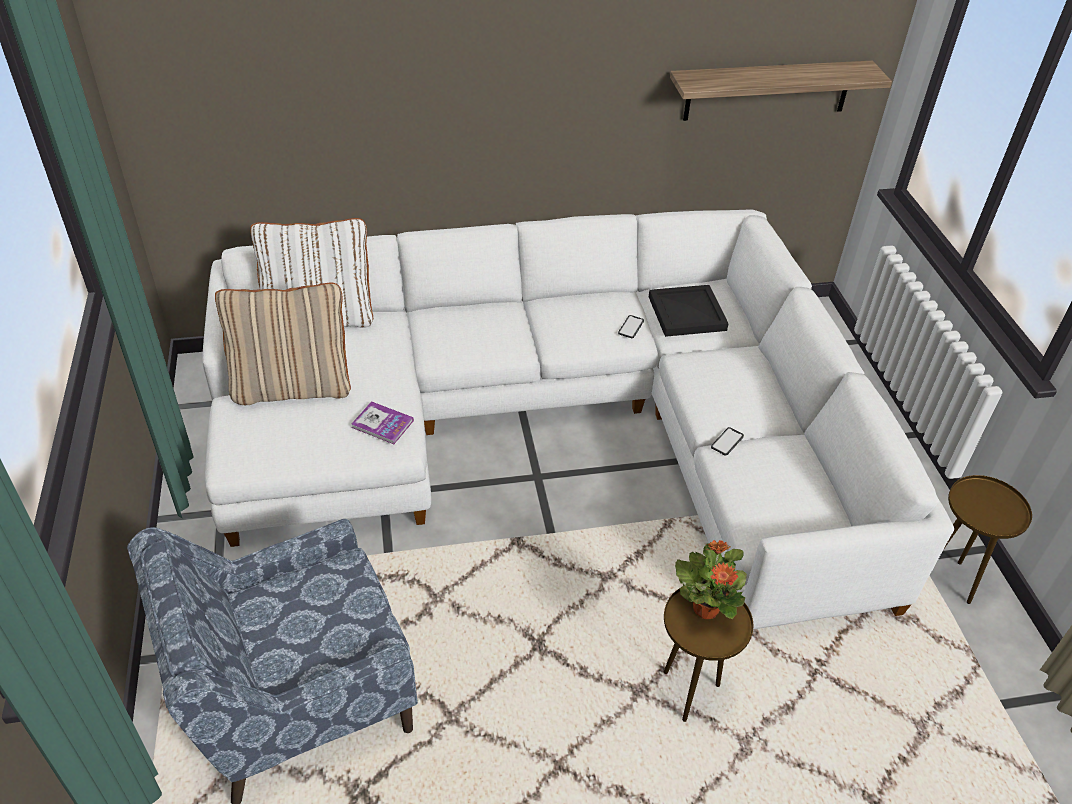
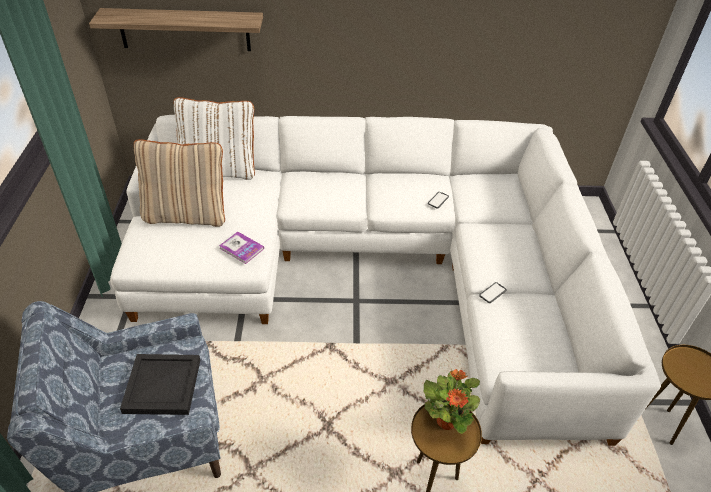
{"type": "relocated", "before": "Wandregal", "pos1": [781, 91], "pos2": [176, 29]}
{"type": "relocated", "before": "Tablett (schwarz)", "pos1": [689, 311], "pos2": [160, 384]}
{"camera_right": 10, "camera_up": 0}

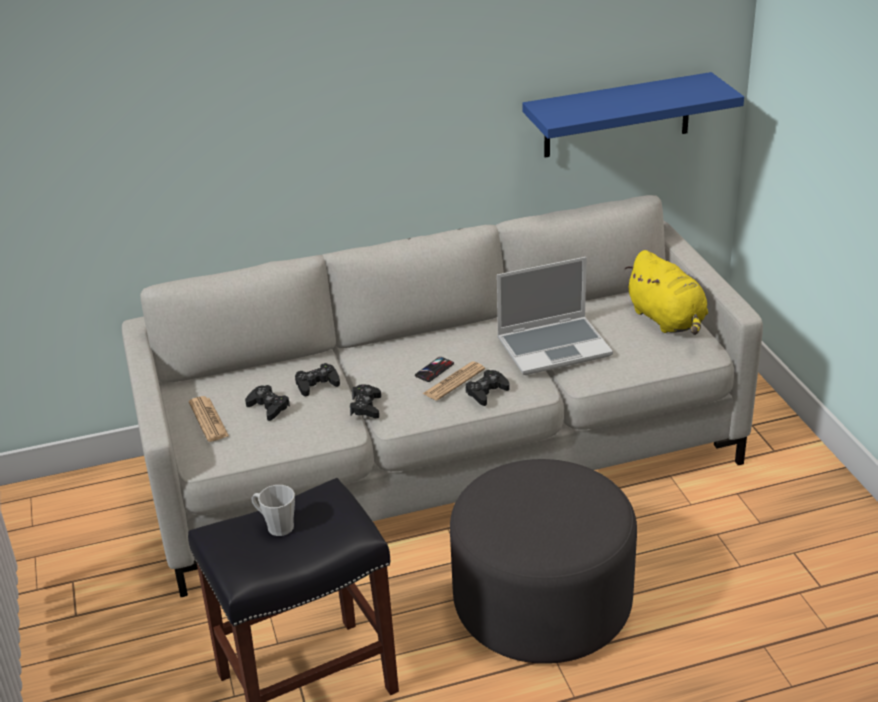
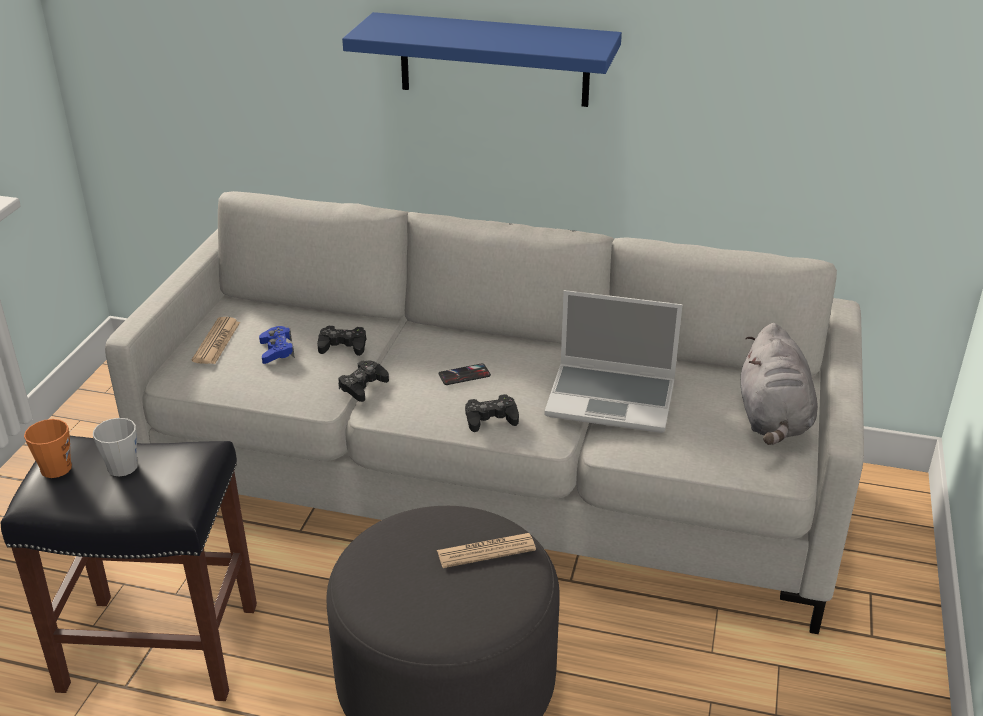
{"type": "appeared", "after": "Henkelbecher (orange)", "pos2": [48, 448]}
{"type": "colour", "before": "Gamepad (schwarz)", "after": "Gamepad (blau)", "pos1": [267, 403], "pos2": [277, 345]}
{"type": "relocated", "before": "Wandregal (blau)", "pos1": [633, 115], "pos2": [482, 59]}
{"type": "relocated", "before": "Zeitung", "pos1": [453, 381], "pos2": [486, 550]}
{"type": "colour", "before": "Plüschtier (gelb)", "after": "Plüschtier (grau)", "pos1": [666, 292], "pos2": [779, 384]}
{"camera_right": 30, "camera_up": 0}

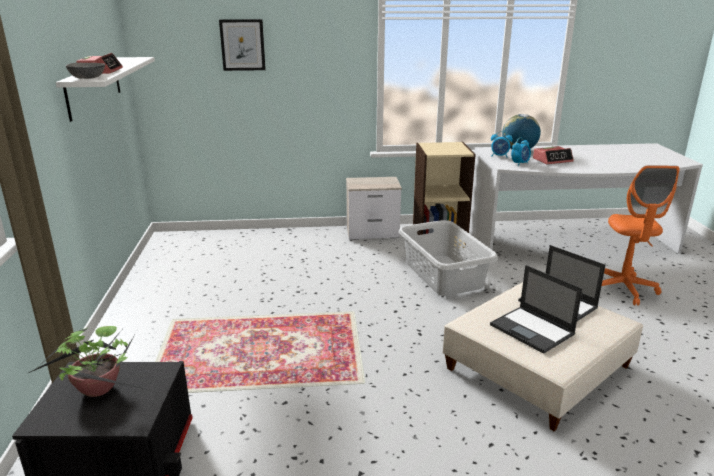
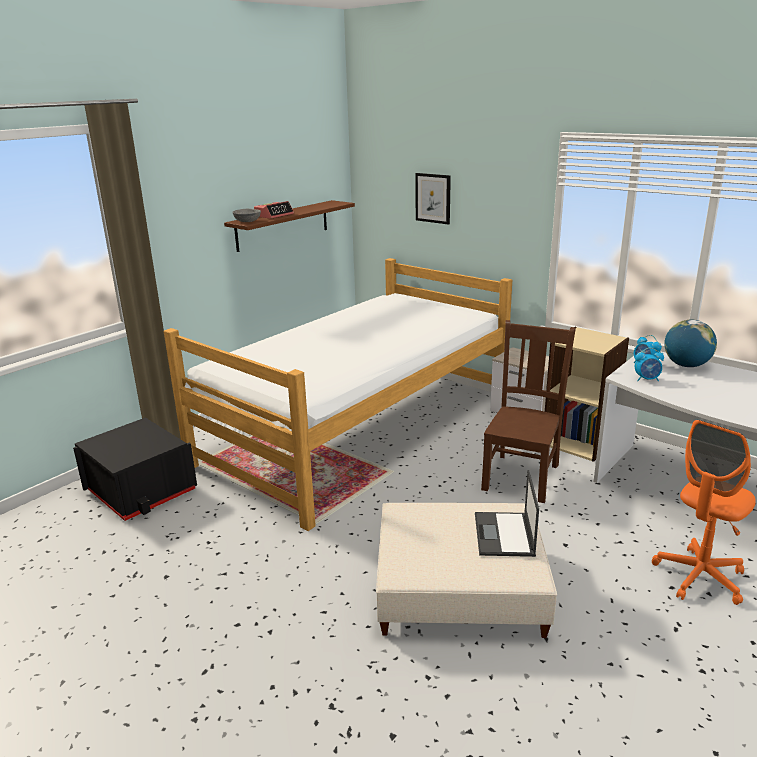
{"type": "appeared", "after": "Bett", "pos2": [338, 394]}
{"type": "colour", "before": "Wandregal (weiß)", "after": "Wandregal (braun)", "pos1": [105, 89], "pos2": [289, 226]}
{"type": "exchanged", "before": "Wäschekorb (grau)", "after": "Stuhl (braun)", "pos1": [448, 258], "pos2": [528, 411]}
{"type": "missing", "before": "Topfpflanze", "pos1": [89, 361]}
{"type": "missing", "before": "Laptop", "pos1": [536, 309]}
{"type": "missing", "before": "Wecker", "pos1": [553, 155]}
{"camera_right": 45, "camera_up": 0}

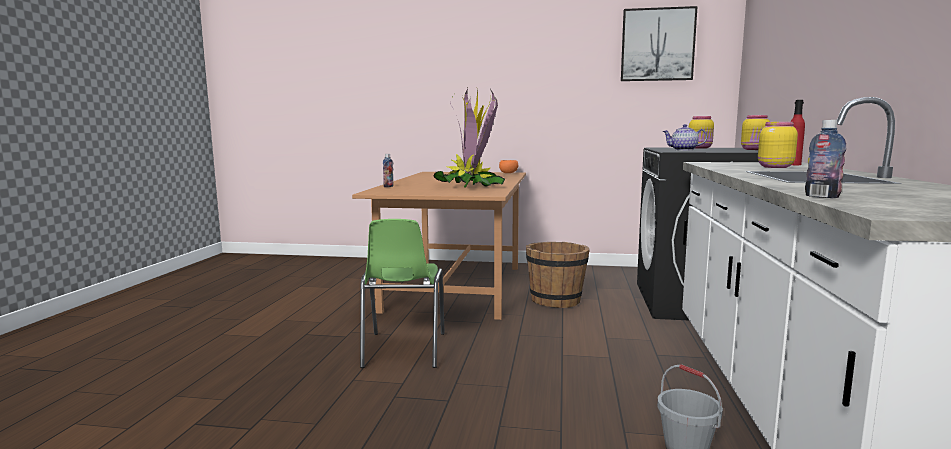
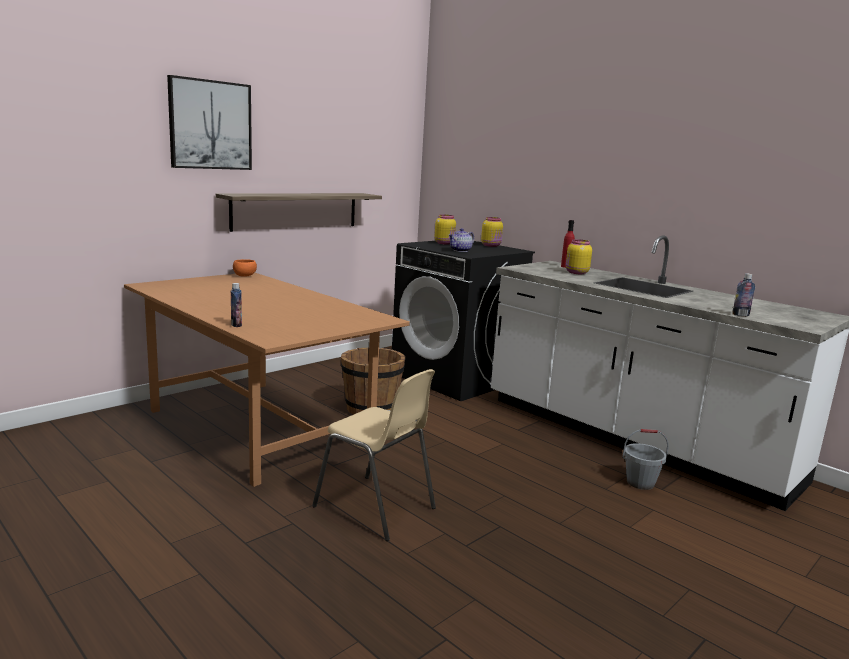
{"type": "relocated", "before": "Bild", "pos1": [659, 43], "pos2": [209, 122]}
{"type": "appeared", "after": "Wandregal", "pos2": [299, 212]}
{"type": "colour", "before": "Stuhl (grün)", "after": "Stuhl (beige)", "pos1": [402, 293], "pos2": [374, 455]}
{"type": "missing", "before": "Topfpflanze", "pos1": [469, 138]}
{"camera_right": -55, "camera_up": 5}

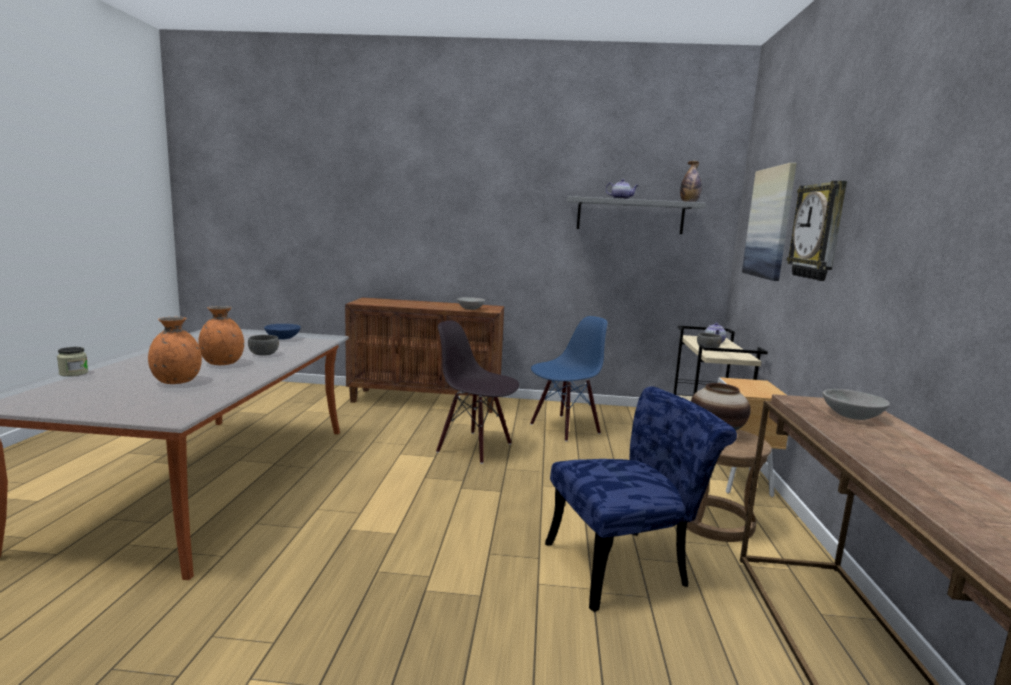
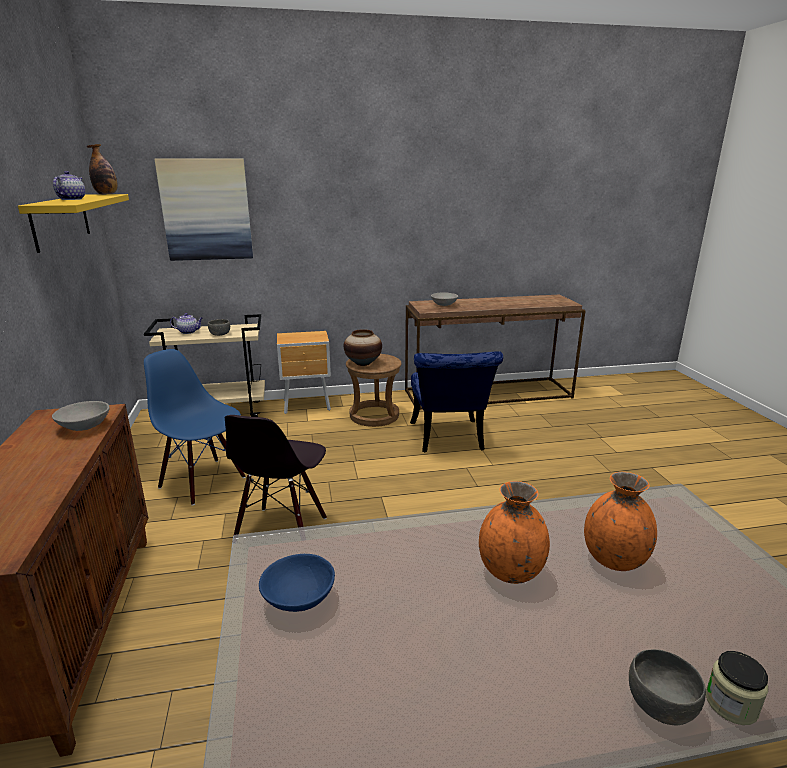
{"type": "colour", "before": "Wandregal (grau)", "after": "Wandregal (gelb)", "pos1": [636, 215], "pos2": [73, 223]}
{"type": "spun", "before": "Stuhl (blau)", "pos1": [641, 499], "pos2": [456, 401], "turn": -150}
{"type": "relocated", "before": "Schüssel (grau)", "pos1": [263, 345], "pos2": [667, 687]}
{"type": "missing", "before": "Wanduhr", "pos1": [817, 231]}
{"camera_right": -105, "camera_up": 10}

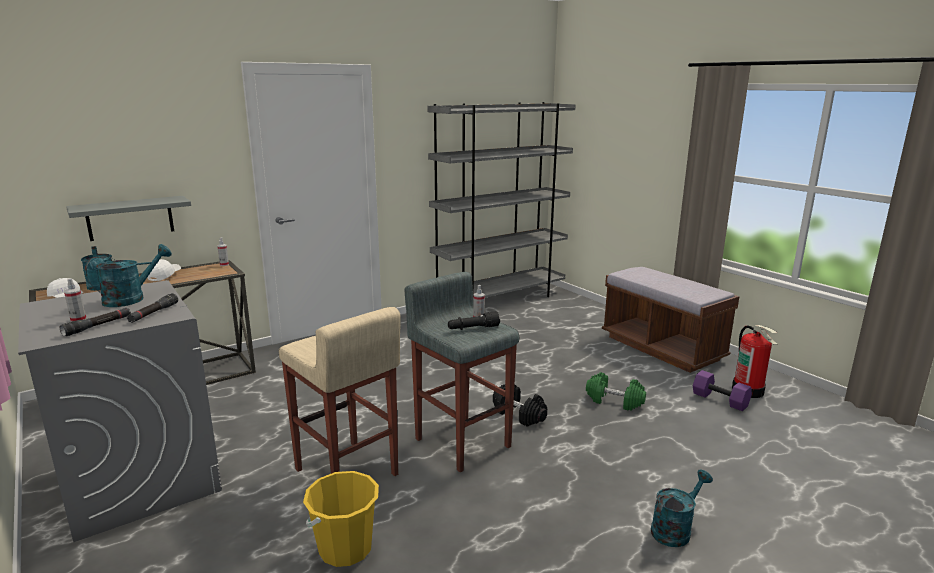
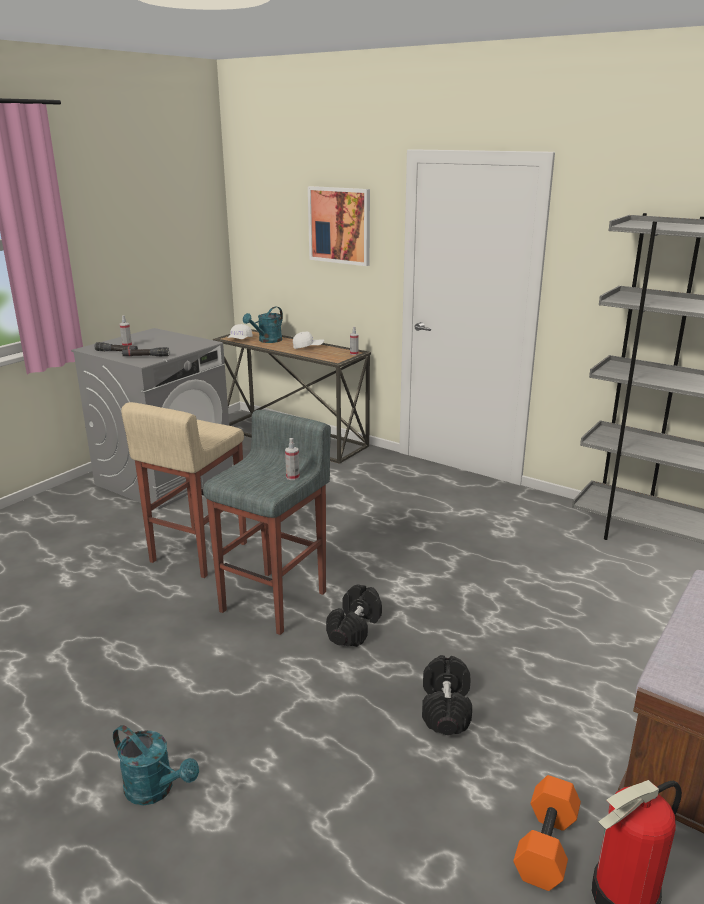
{"type": "appeared", "after": "Bild", "pos2": [339, 226]}
{"type": "colour", "before": "Hantel (grün)", "after": "Hantel (schwarz)", "pos1": [616, 391], "pos2": [447, 695]}
{"type": "colour", "before": "Hantel (lila)", "after": "Hantel (orange)", "pos1": [722, 390], "pos2": [547, 833]}
{"type": "missing", "before": "Wandregal (grau)", "pos1": [128, 218]}
{"type": "missing", "before": "Gießkanne (türkis)", "pos1": [128, 275]}
{"type": "missing", "before": "Eimer (gelb)", "pos1": [341, 519]}
{"type": "missing", "before": "Taschenlampe (schwarz)", "pos1": [474, 320]}
{"camera_right": 70, "camera_up": 5}

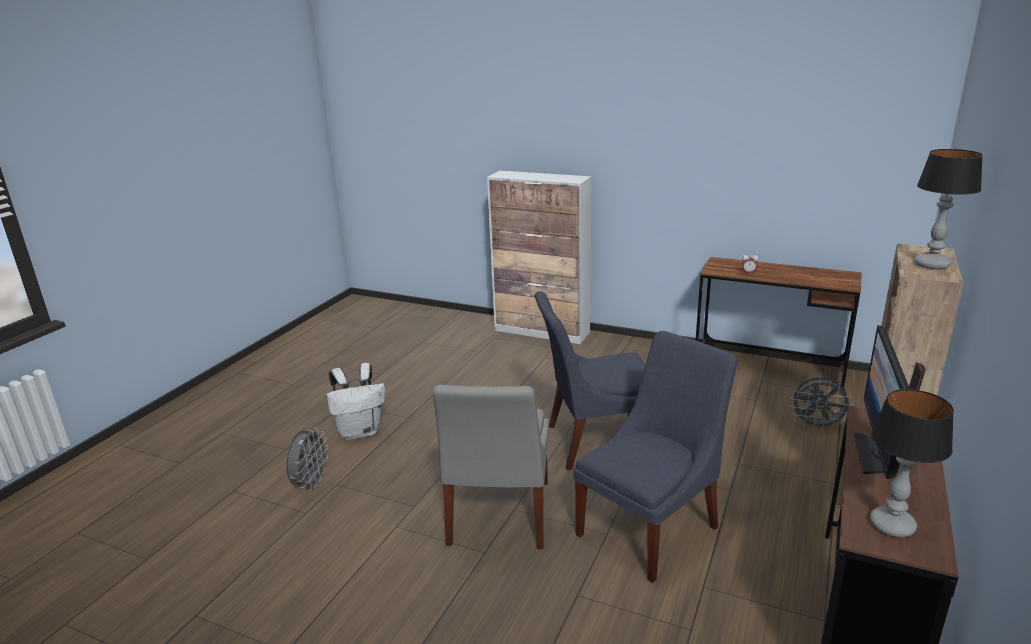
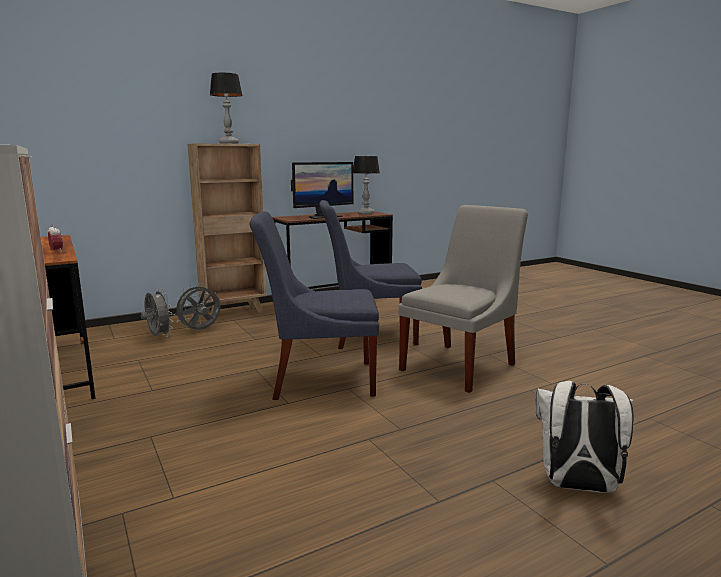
{"type": "relocated", "before": "Ventilator (grau)", "pos1": [307, 459], "pos2": [196, 306]}
{"type": "spun", "before": "Stuhl (blau)", "pos1": [590, 380], "pos2": [314, 305], "turn": 150}
{"camera_right": -145, "camera_up": -10}

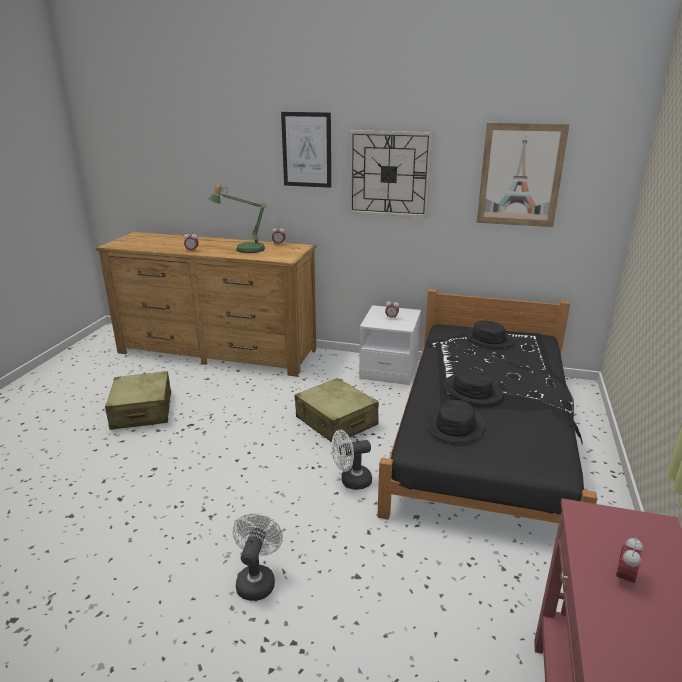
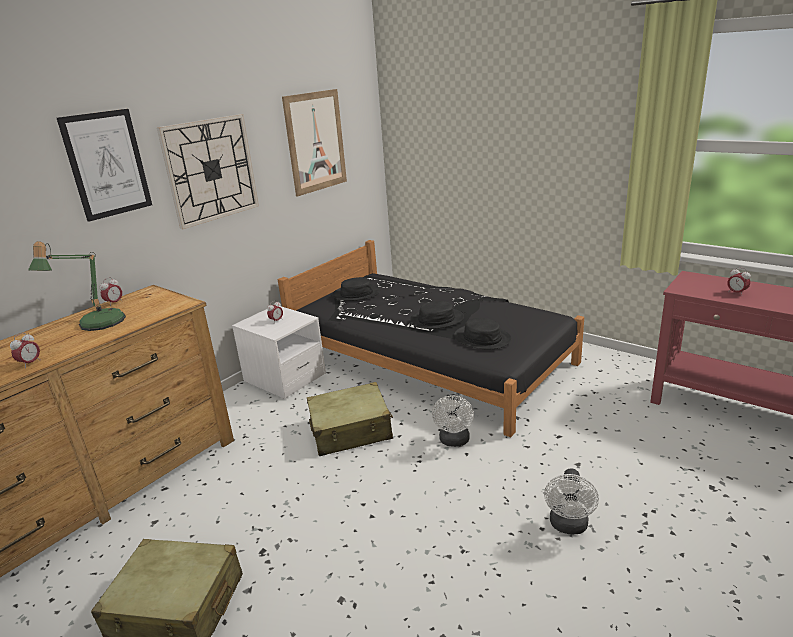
{"type": "spun", "before": "Ventilator (weiß)", "pos1": [258, 557], "pos2": [571, 502], "turn": -105}
{"camera_right": -65, "camera_up": 0}

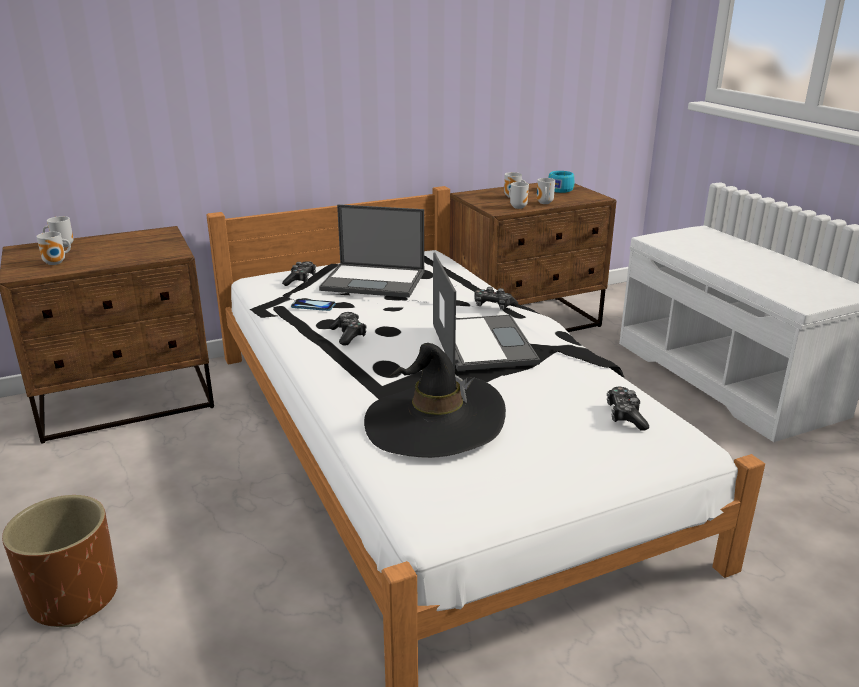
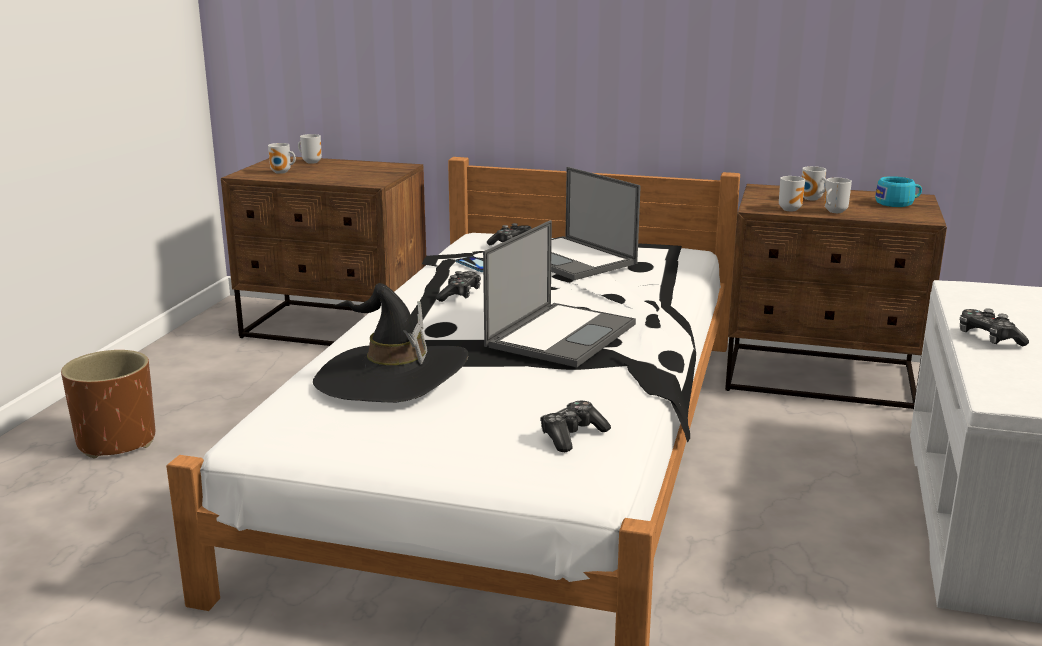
{"type": "relocated", "before": "Gamepad", "pos1": [496, 298], "pos2": [994, 327]}
{"camera_right": 40, "camera_up": -5}

